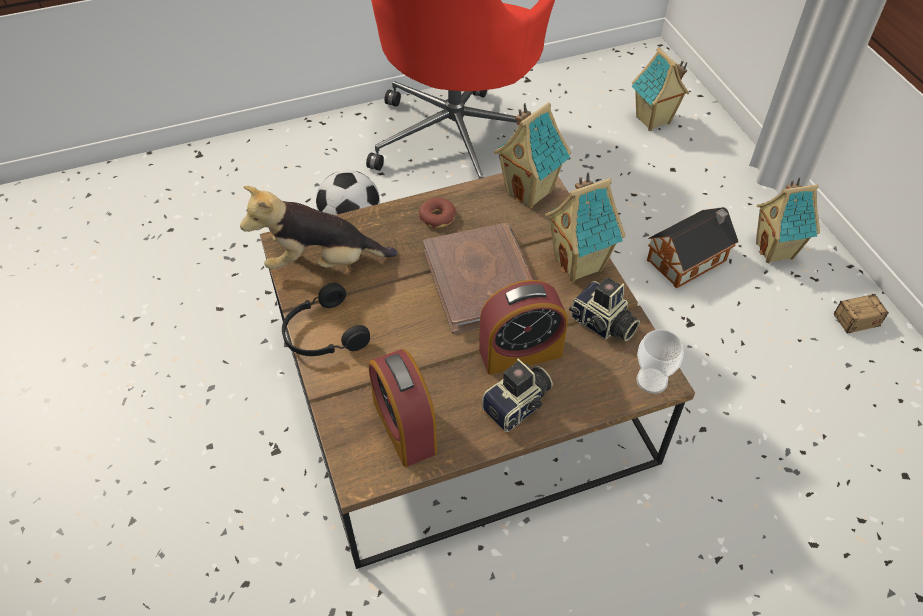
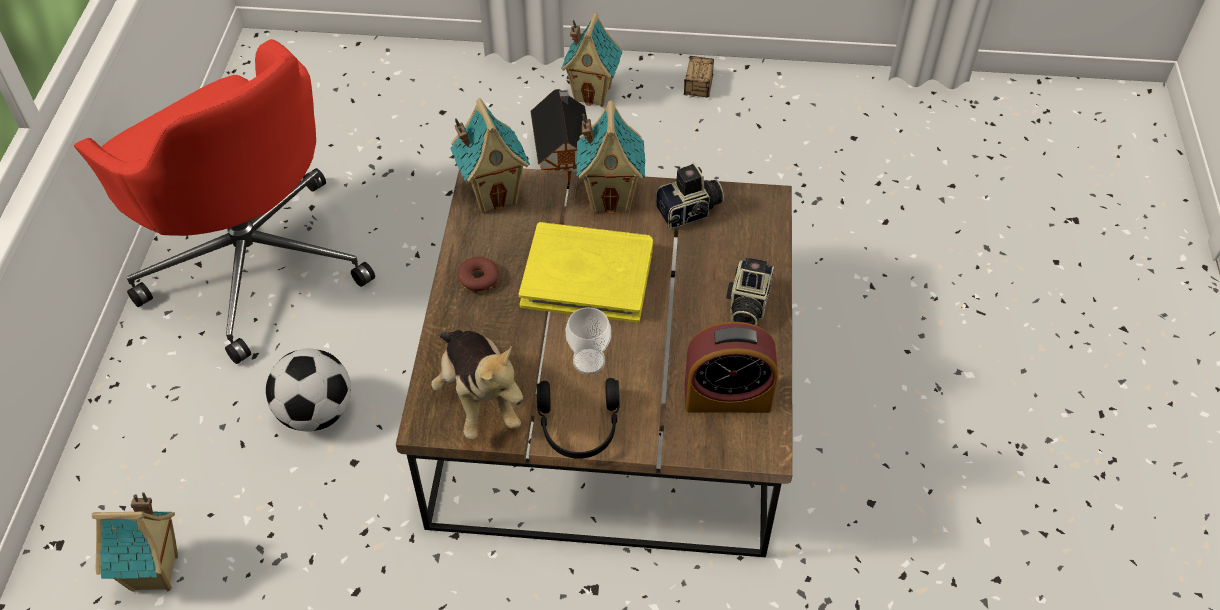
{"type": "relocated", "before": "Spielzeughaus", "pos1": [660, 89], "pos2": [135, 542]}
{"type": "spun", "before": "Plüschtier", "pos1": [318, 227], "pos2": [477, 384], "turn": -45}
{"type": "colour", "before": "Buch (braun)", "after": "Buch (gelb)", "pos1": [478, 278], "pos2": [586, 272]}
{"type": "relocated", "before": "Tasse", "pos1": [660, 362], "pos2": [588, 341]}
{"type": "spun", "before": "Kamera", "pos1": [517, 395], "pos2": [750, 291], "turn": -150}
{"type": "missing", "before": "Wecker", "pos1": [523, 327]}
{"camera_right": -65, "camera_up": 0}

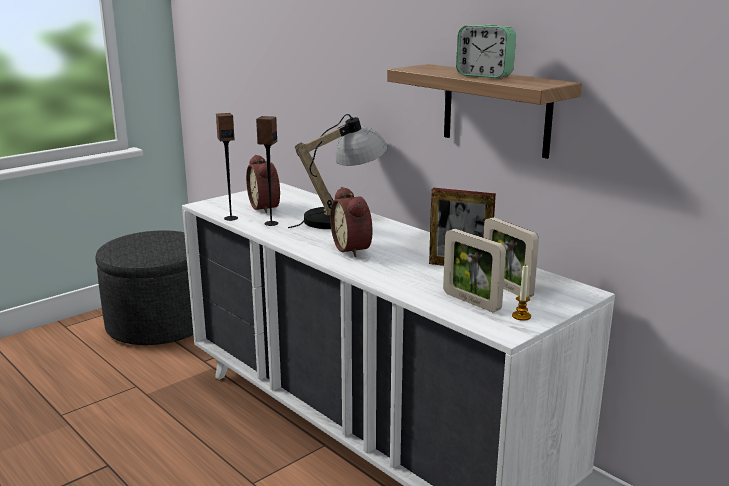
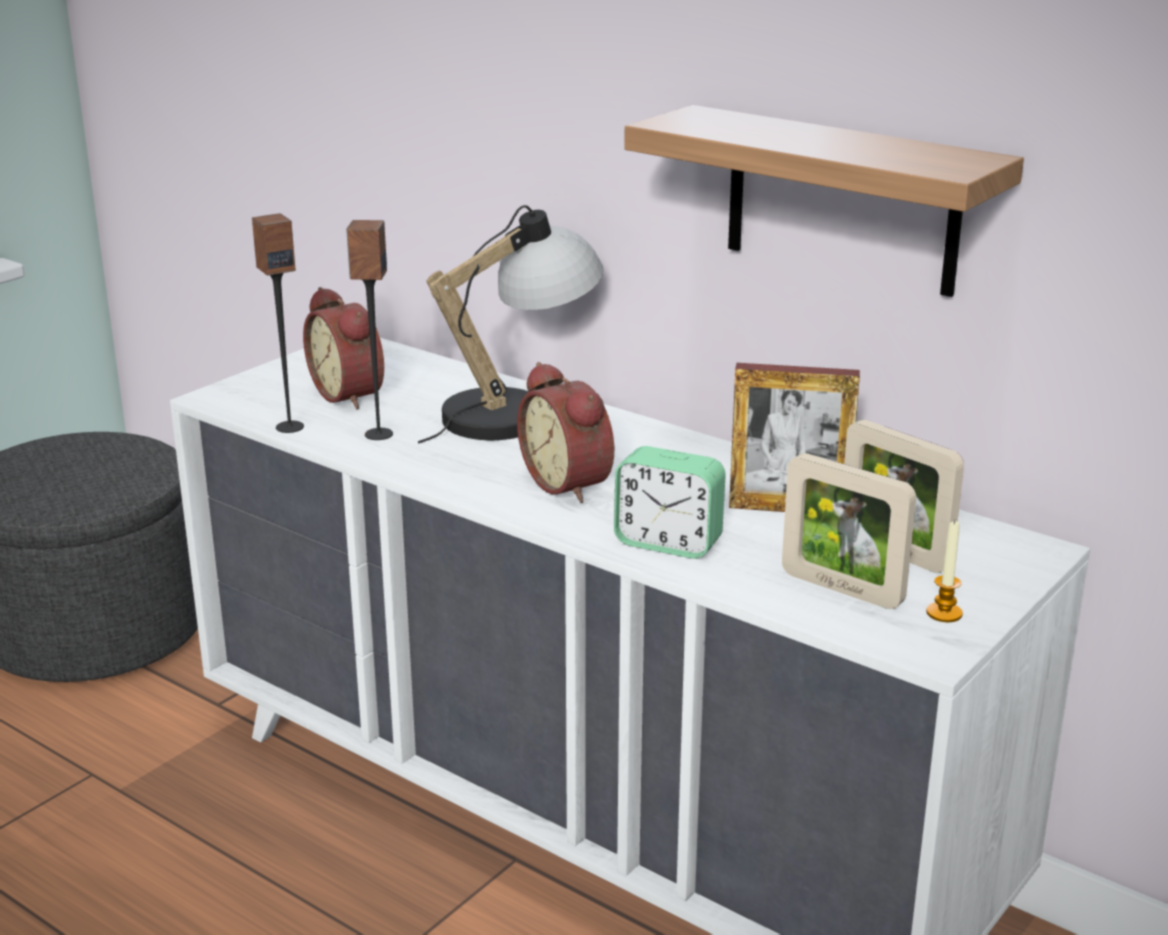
{"type": "relocated", "before": "Wecker", "pos1": [486, 51], "pos2": [670, 502]}
{"camera_right": -10, "camera_up": 5}

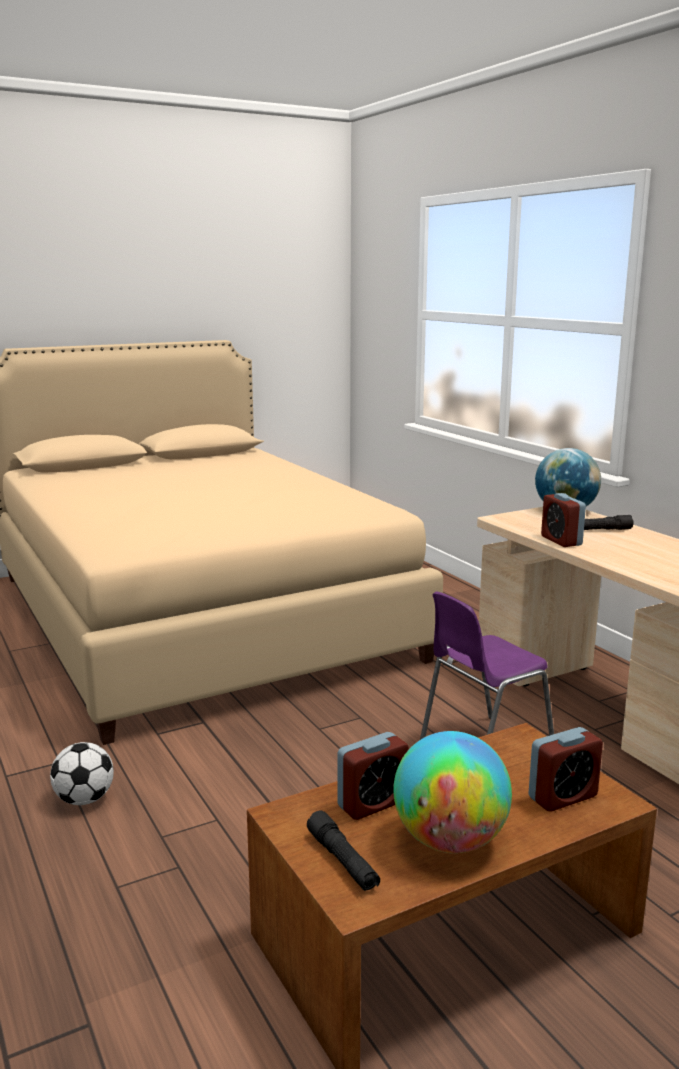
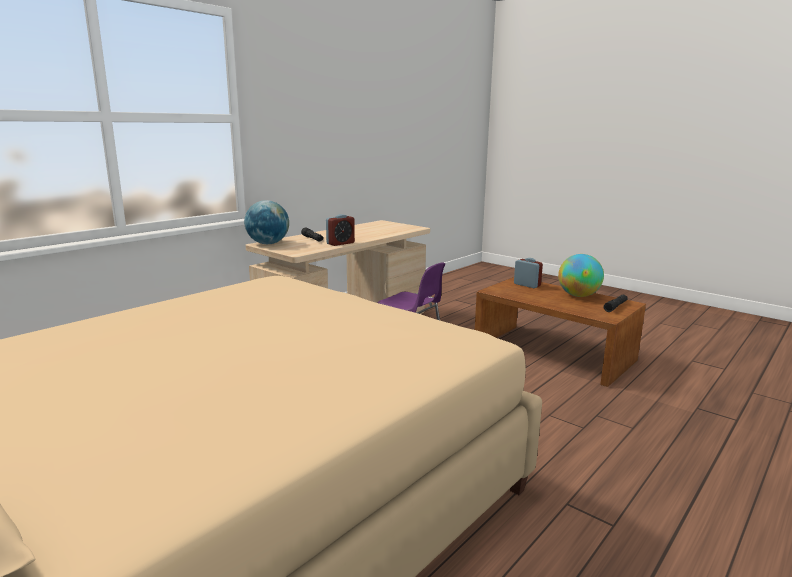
{"type": "missing", "before": "Fußball", "pos1": [82, 773]}
{"type": "missing", "before": "Wecker", "pos1": [373, 776]}
{"camera_right": -110, "camera_up": 0}

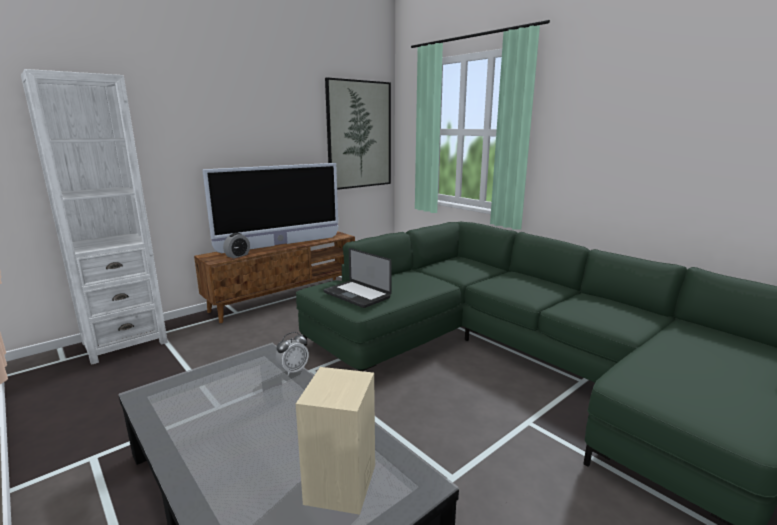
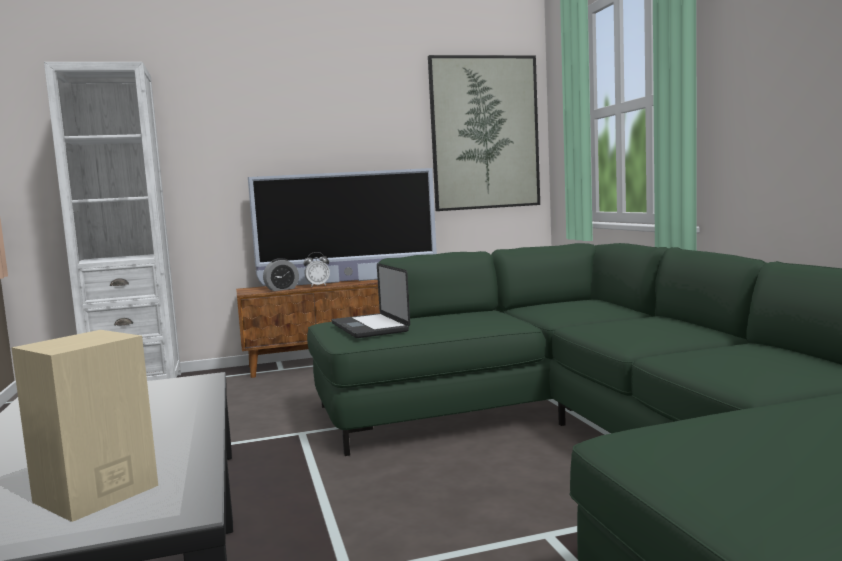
{"type": "relocated", "before": "Wecker", "pos1": [292, 354], "pos2": [317, 269]}
{"camera_right": 25, "camera_up": -10}

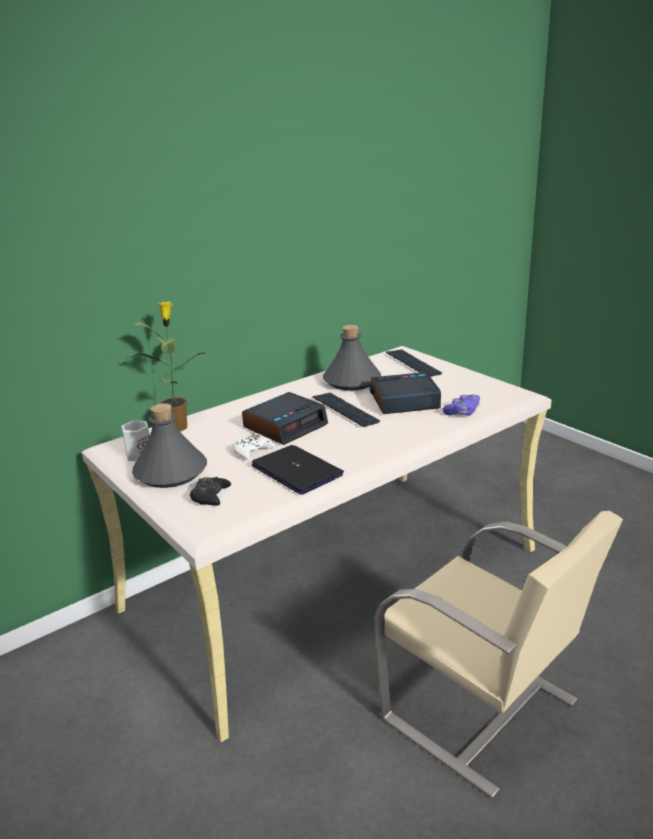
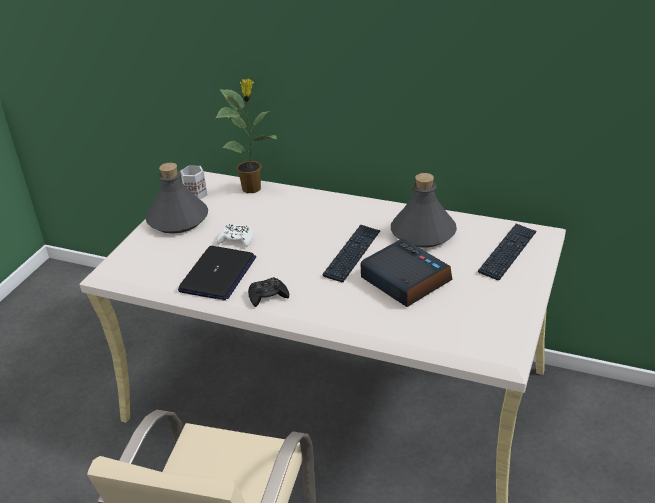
{"type": "relocated", "before": "Gamepad (schwarz)", "pos1": [210, 491], "pos2": [268, 292]}
{"type": "missing", "before": "Wecker", "pos1": [285, 418]}
{"type": "missing", "before": "Gamepad (lila)", "pos1": [461, 405]}
{"camera_right": 60, "camera_up": 10}

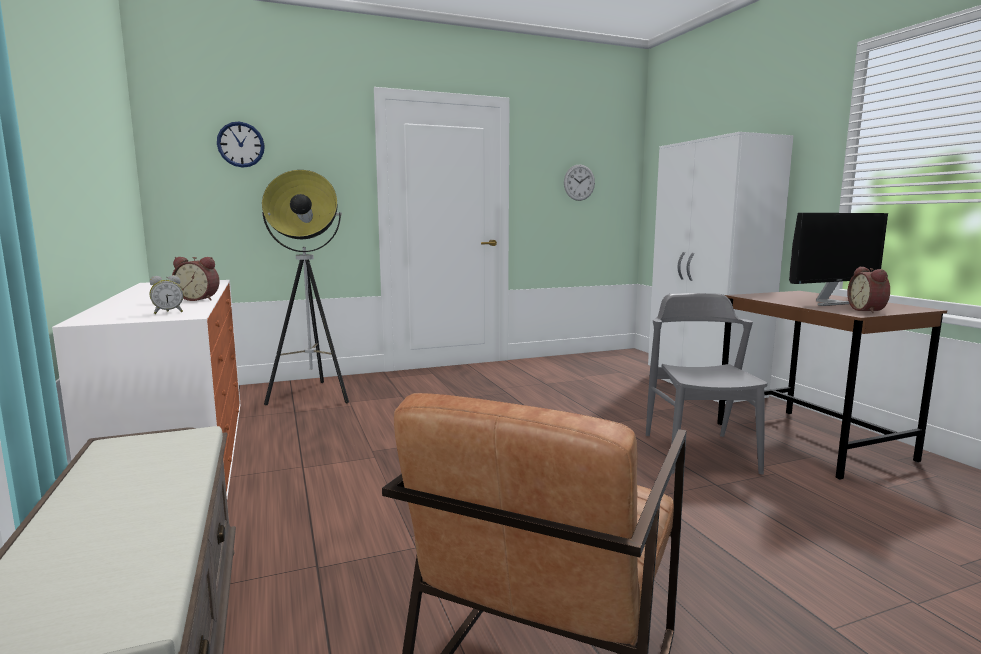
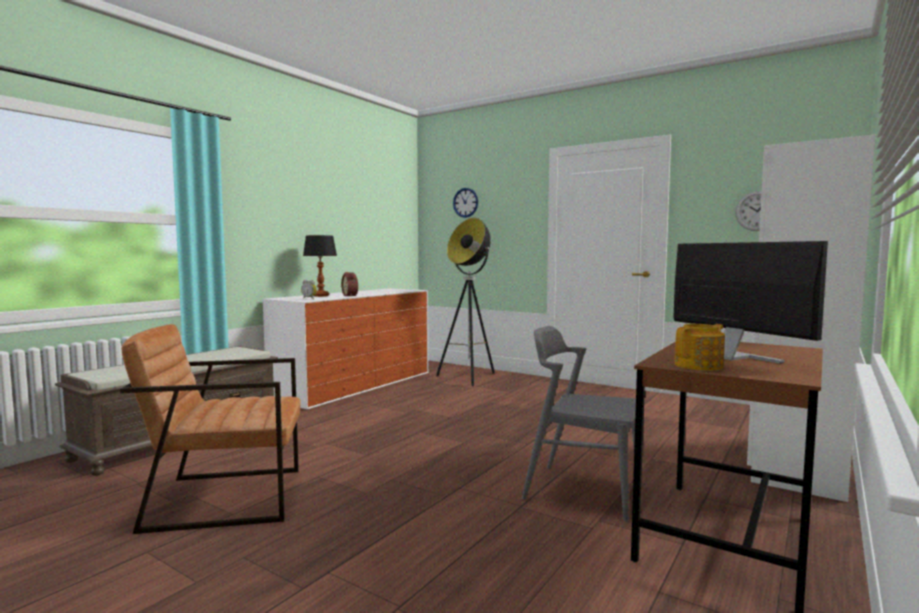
{"type": "appeared", "after": "Tischlampe", "pos2": [320, 266]}
{"type": "spun", "before": "Stuhl (grau)", "pos1": [706, 383], "pos2": [582, 423], "turn": -120}
{"type": "spun", "before": "Monitor", "pos1": [838, 259], "pos2": [750, 302], "turn": -150}
{"type": "exchanged", "before": "Wecker", "after": "Teekanne", "pos1": [868, 290], "pos2": [700, 347]}
{"camera_right": 55, "camera_up": -5}

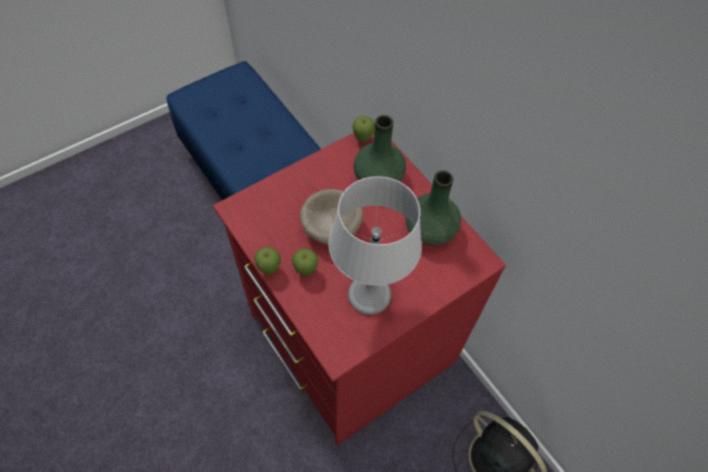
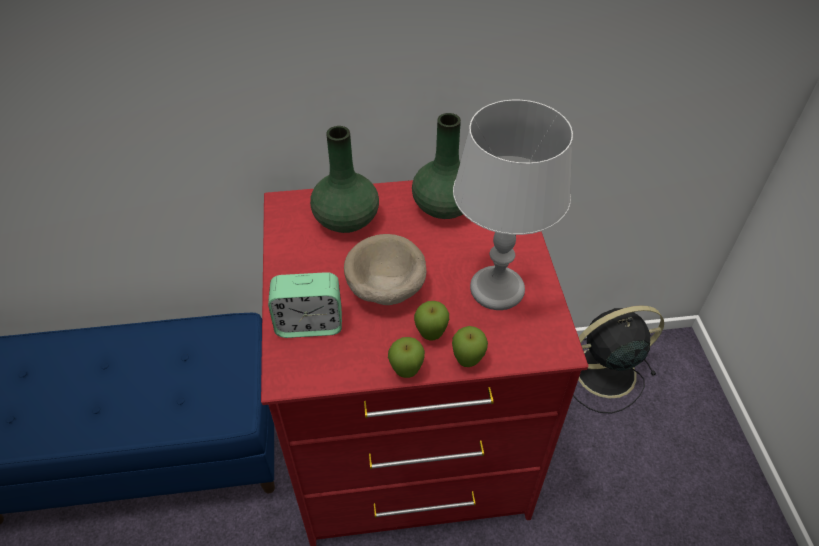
{"type": "appeared", "after": "Wecker", "pos2": [305, 305]}
{"type": "relocated", "before": "Apfel", "pos1": [363, 129], "pos2": [470, 346]}
{"camera_right": -60, "camera_up": -10}

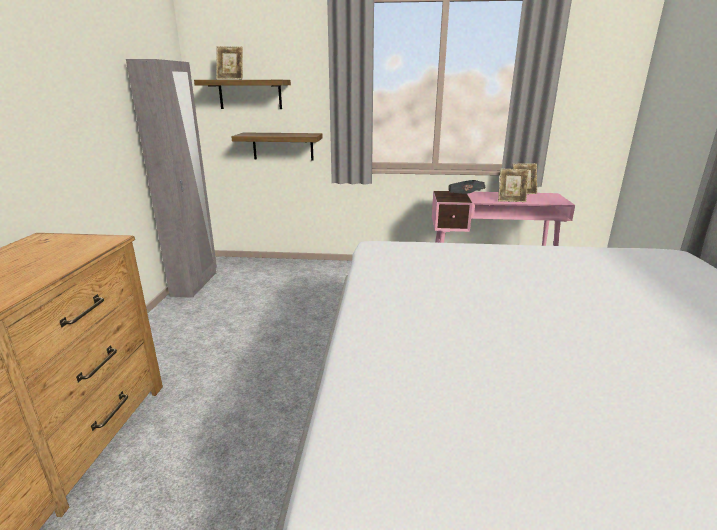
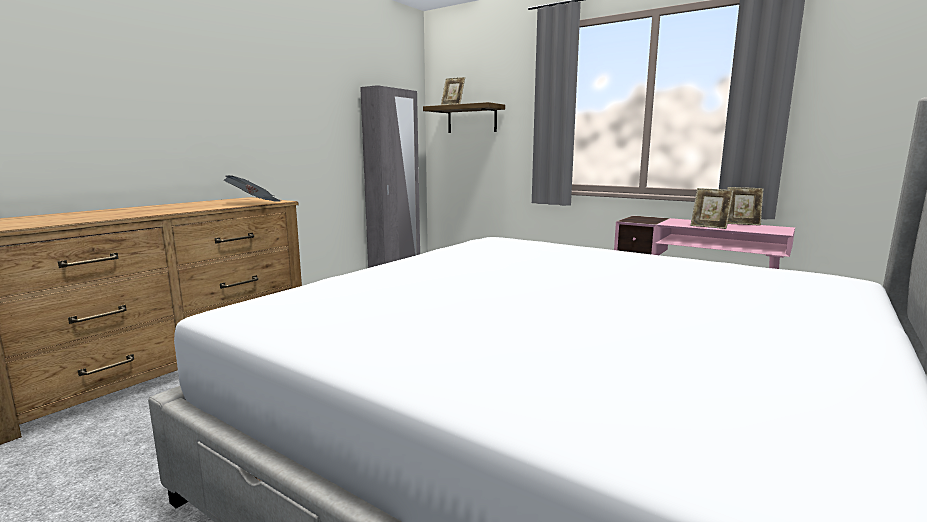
{"type": "relocated", "before": "Zeitung", "pos1": [467, 187], "pos2": [252, 188]}
{"type": "missing", "before": "Wandregal", "pos1": [277, 146]}
{"camera_right": 30, "camera_up": -10}

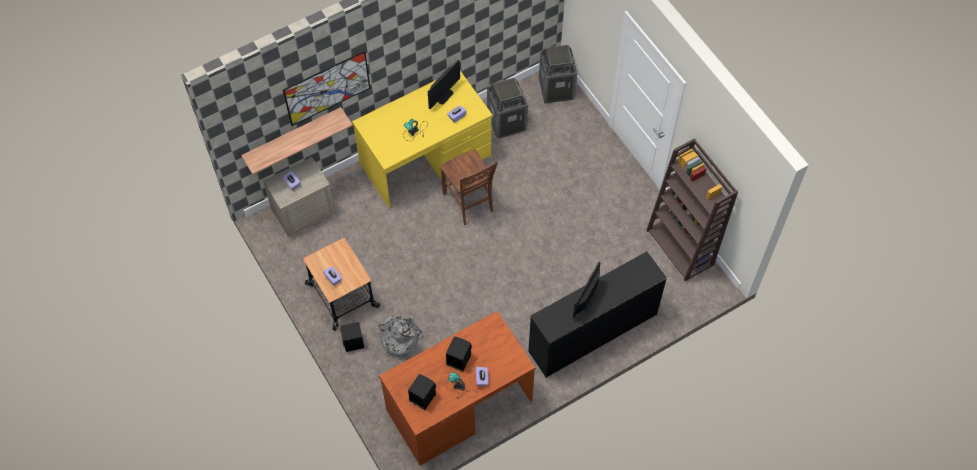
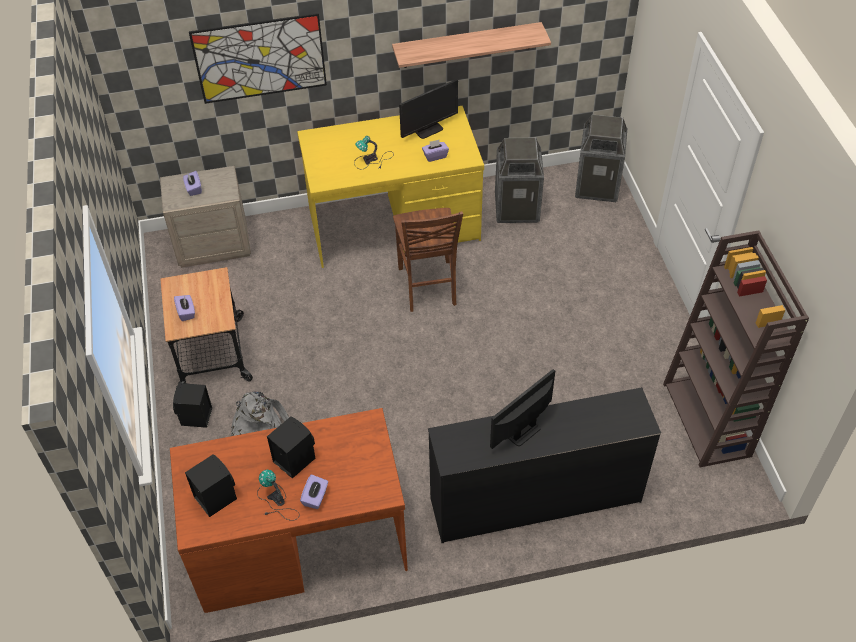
{"type": "relocated", "before": "Wandregal", "pos1": [297, 141], "pos2": [471, 45]}
{"camera_right": 20, "camera_up": -10}

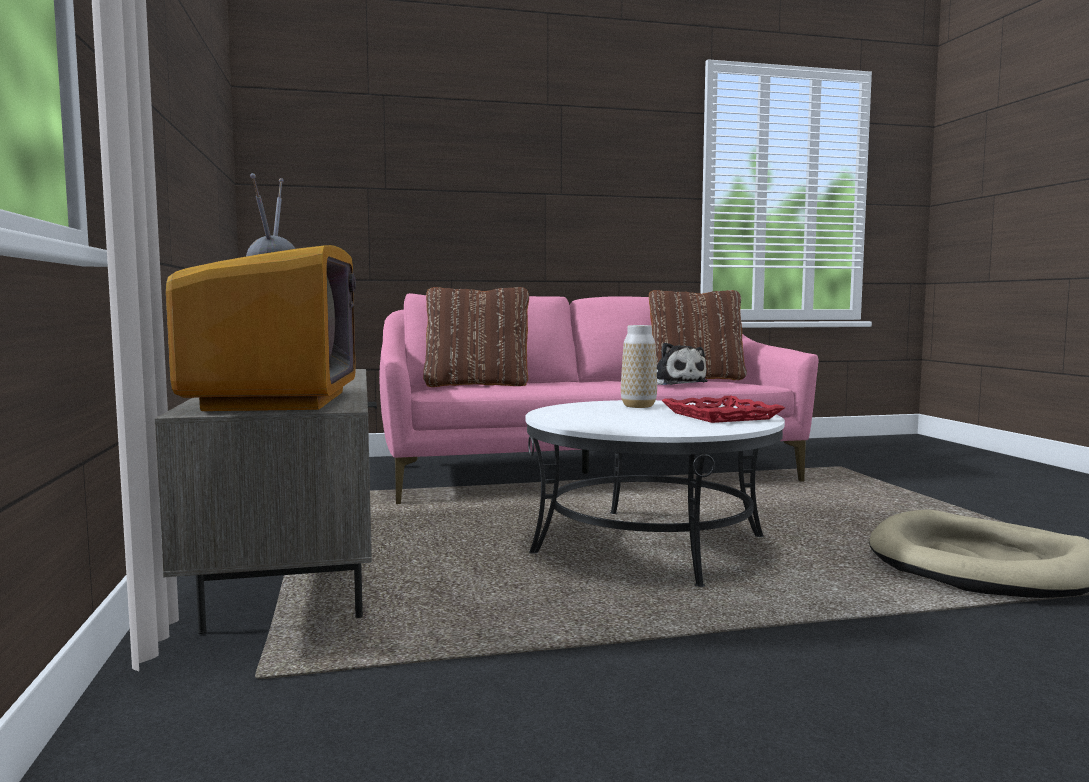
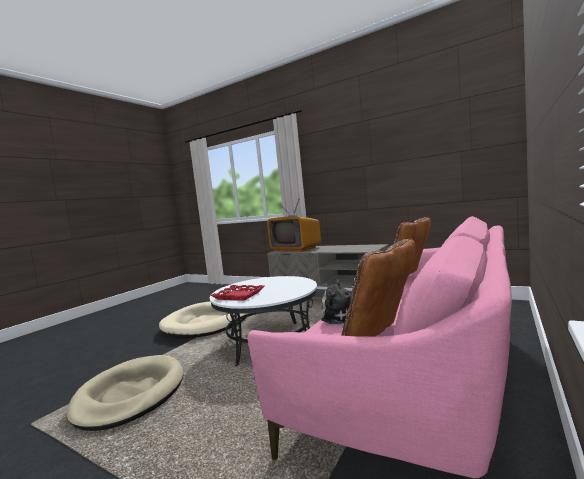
{"type": "appeared", "after": "Hundebett (beige)", "pos2": [204, 320]}
{"type": "missing", "before": "Vase", "pos1": [639, 366]}
{"camera_right": 135, "camera_up": 0}

